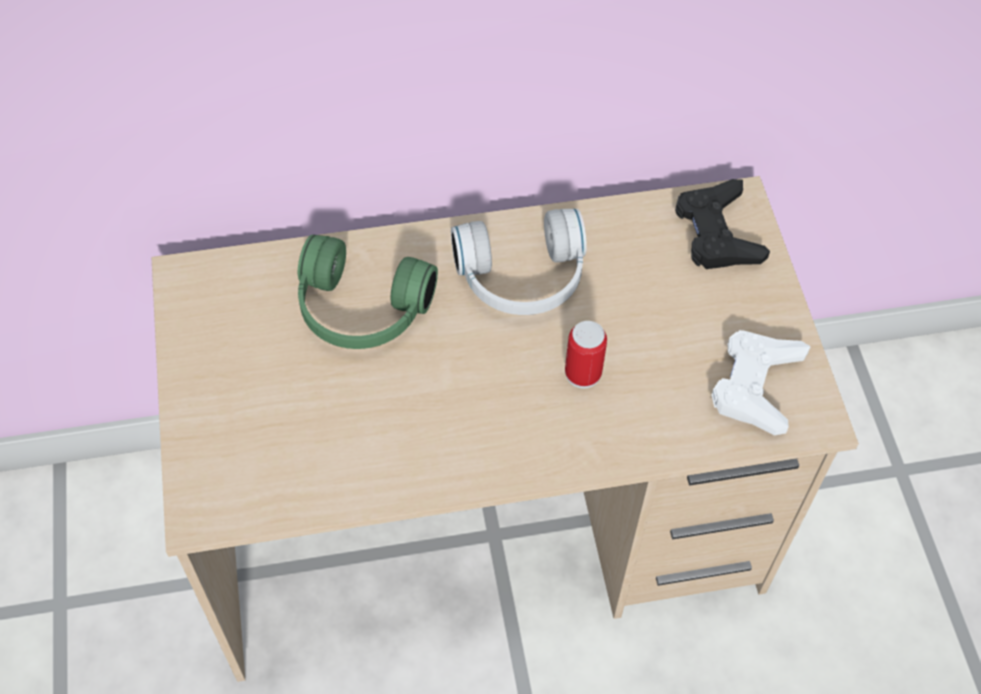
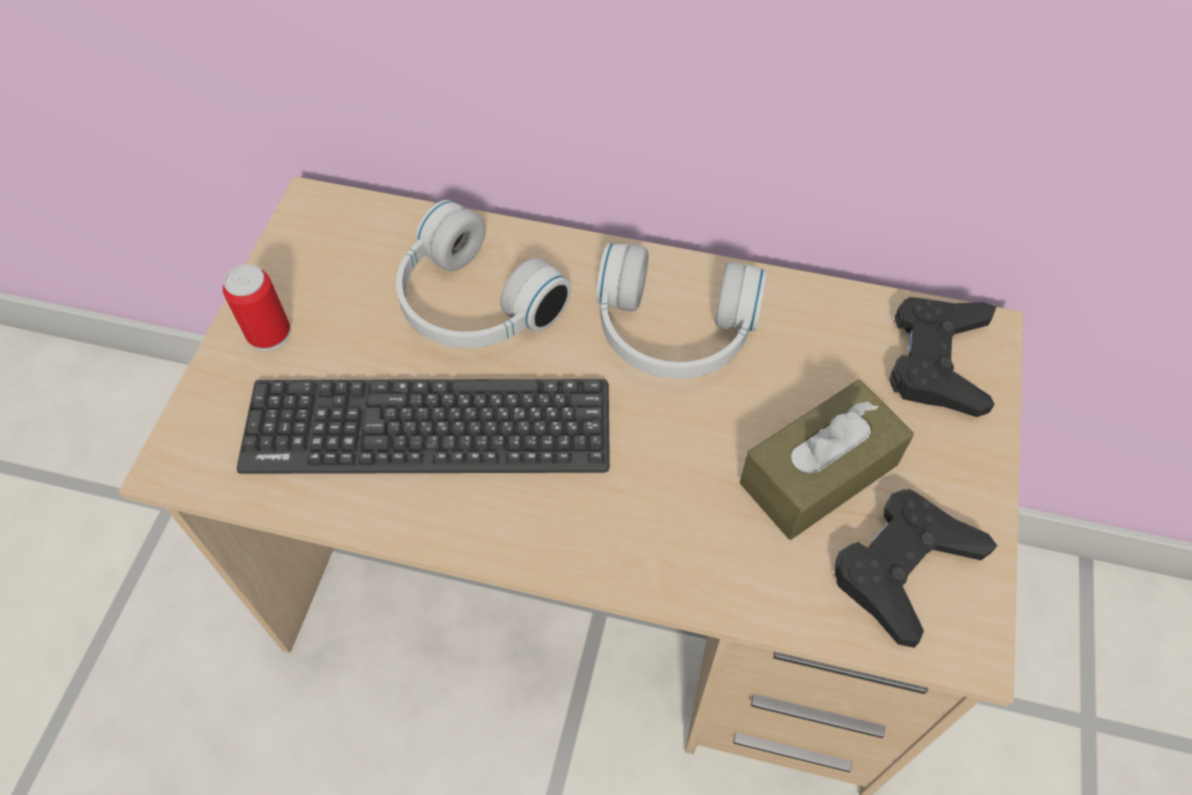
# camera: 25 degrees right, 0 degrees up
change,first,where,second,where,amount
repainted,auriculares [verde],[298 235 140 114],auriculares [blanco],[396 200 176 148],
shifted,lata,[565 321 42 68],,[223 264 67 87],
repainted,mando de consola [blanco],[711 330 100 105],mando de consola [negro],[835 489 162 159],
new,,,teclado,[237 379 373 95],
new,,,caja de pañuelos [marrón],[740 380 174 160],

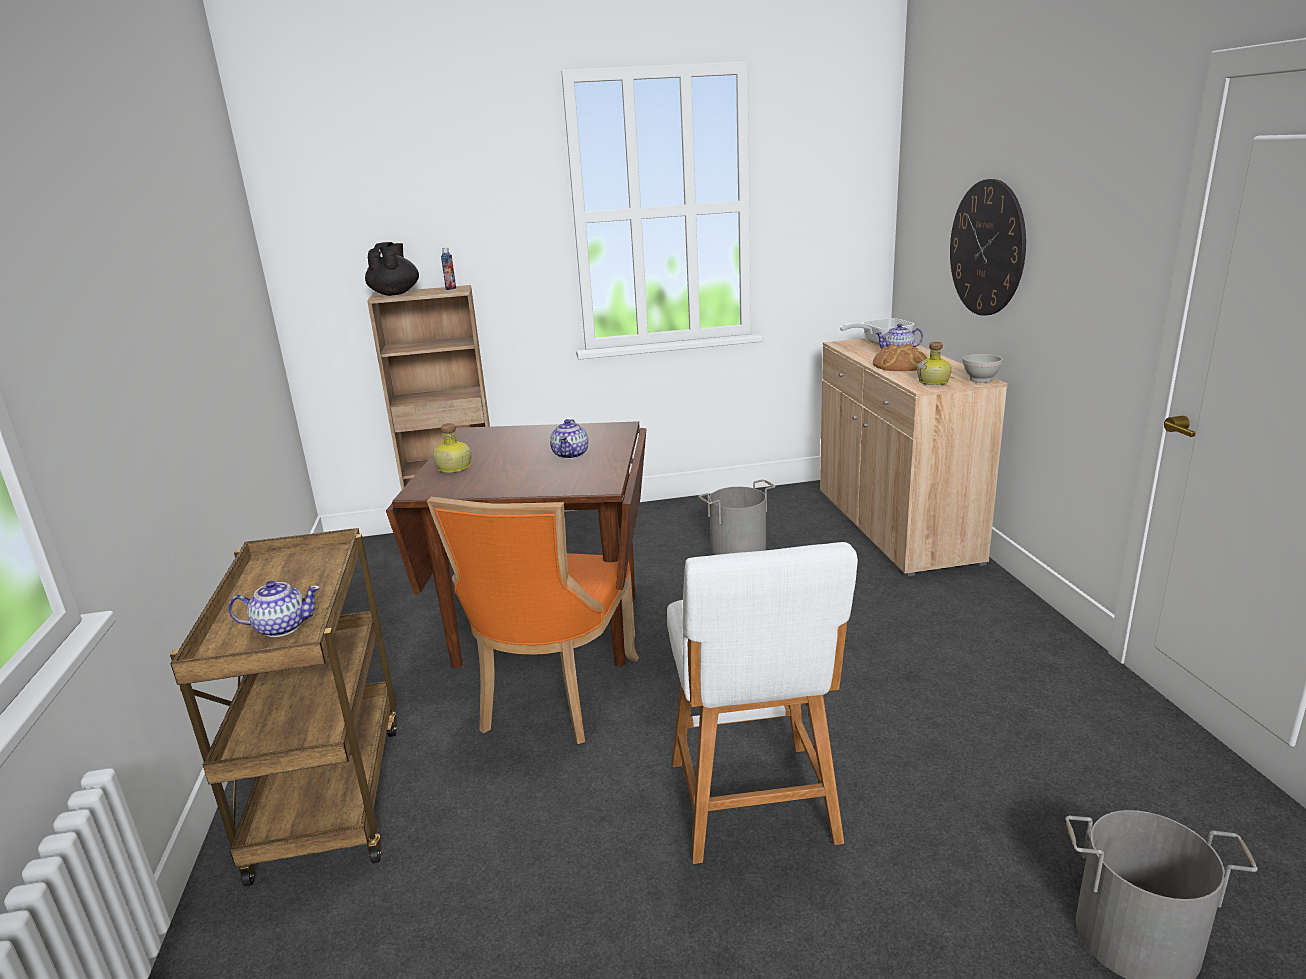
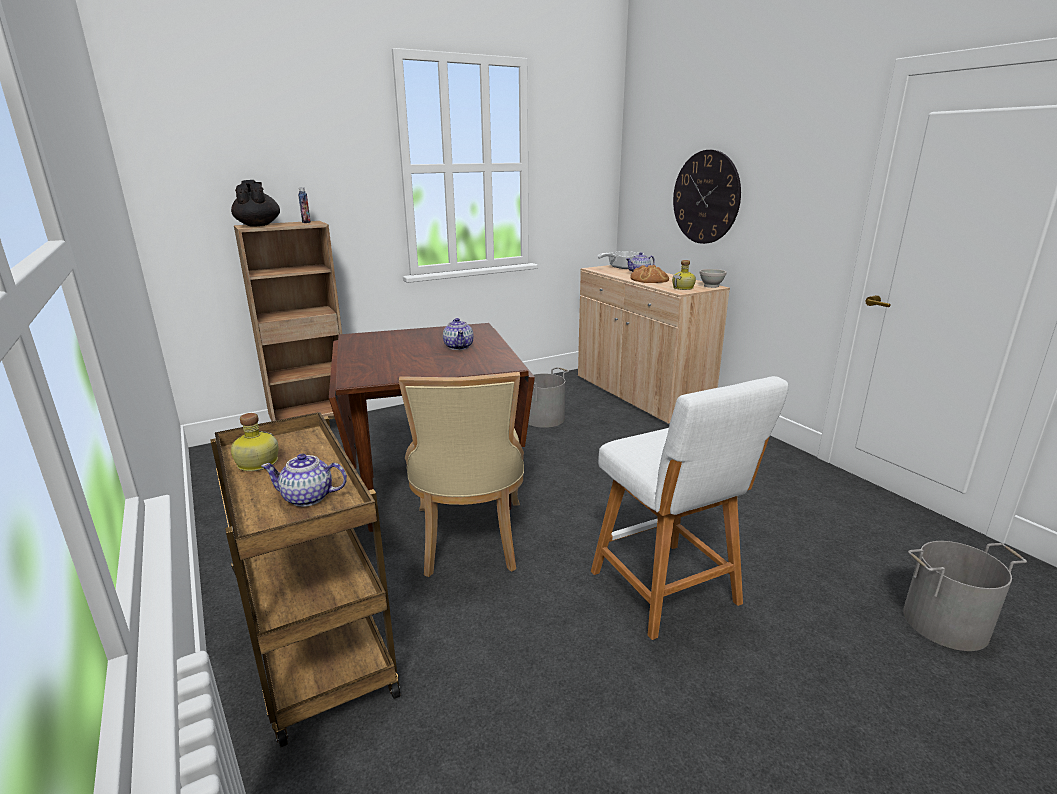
# camera: 20 degrees left, 0 degrees up
change,first,where,second,where,amount
shifted,botella,[433 423 38 50],,[231 413 47 58],
repainted,silla [naranja],[427 497 212 247],silla [beis],[399 372 125 205],
rotated,tetera,[228 581 92 56],,[261 454 86 53],150 degrees counterclockwise

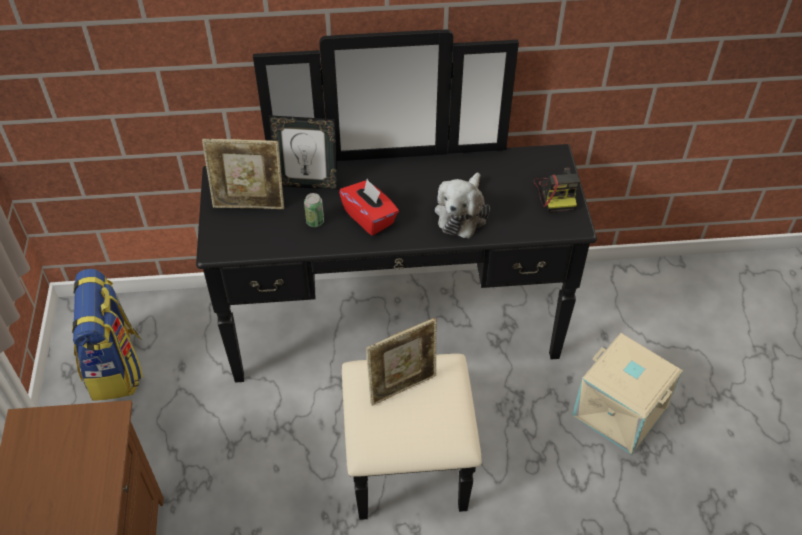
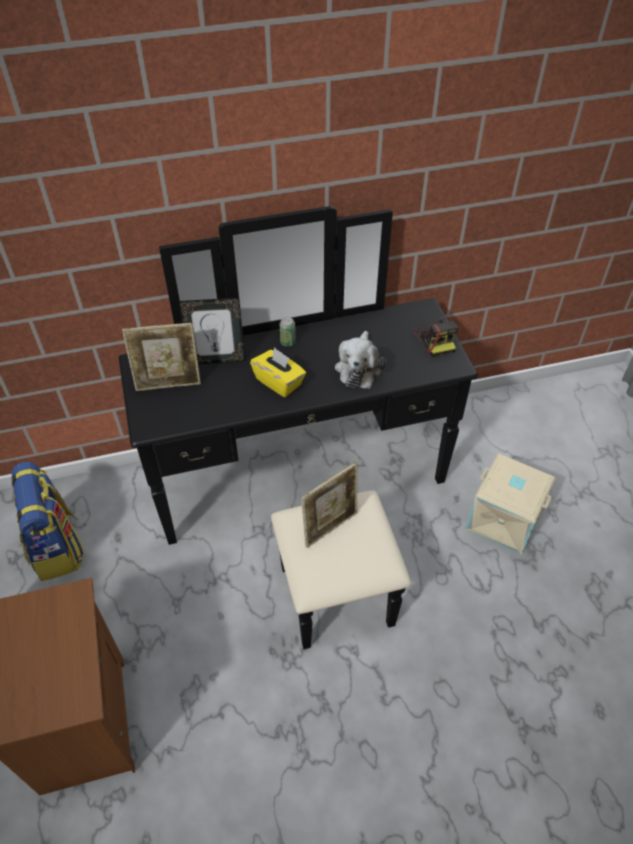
# camera: 10 degrees left, 0 degrees up
change,first,where,second,where,amount
repainted,caja de pañuelos [rojo],[339 179 60 57],caja de pañuelos [amarillo],[250 347 56 50],
shifted,lata,[304 193 20 34],,[280 317 16 30],

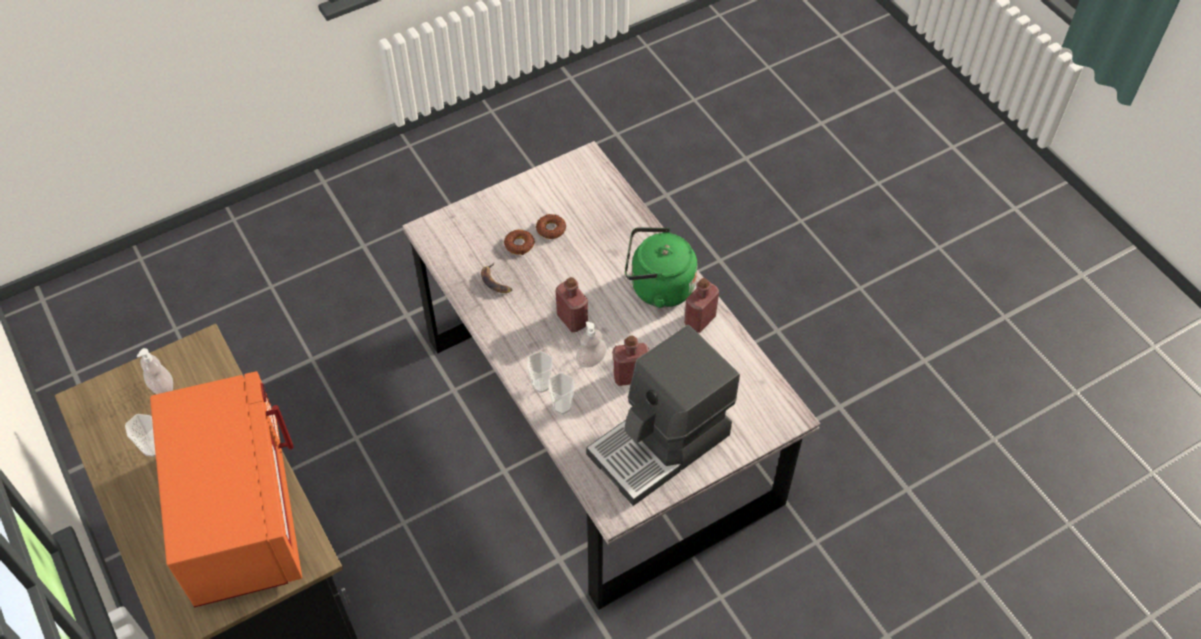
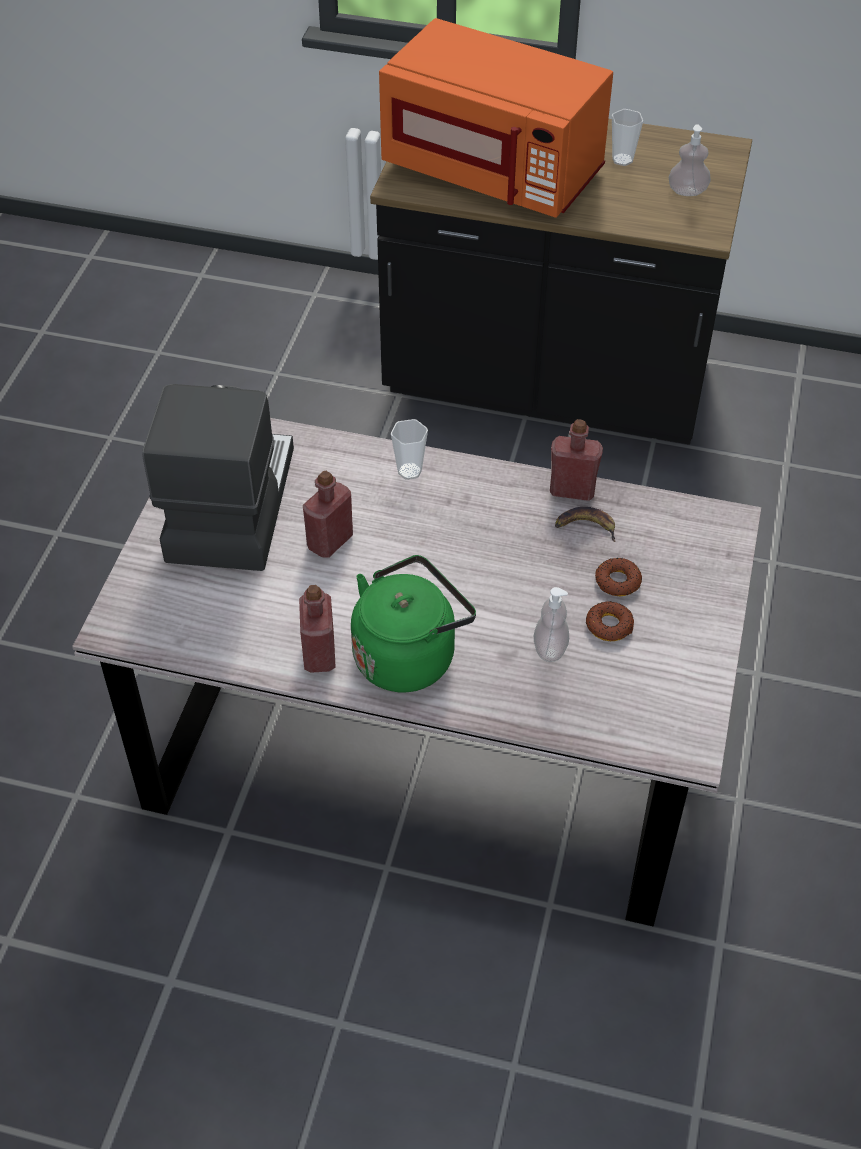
# camera: 135 degrees right, 5 degrees down
change,first,where,second,where,amount
shifted,botella [rojo],[556 277 32 55],,[550 419 53 82],
shifted,dispensador de jabón,[576 321 31 46],,[534 587 35 75],
gone,taza,[548 373 26 41],,,

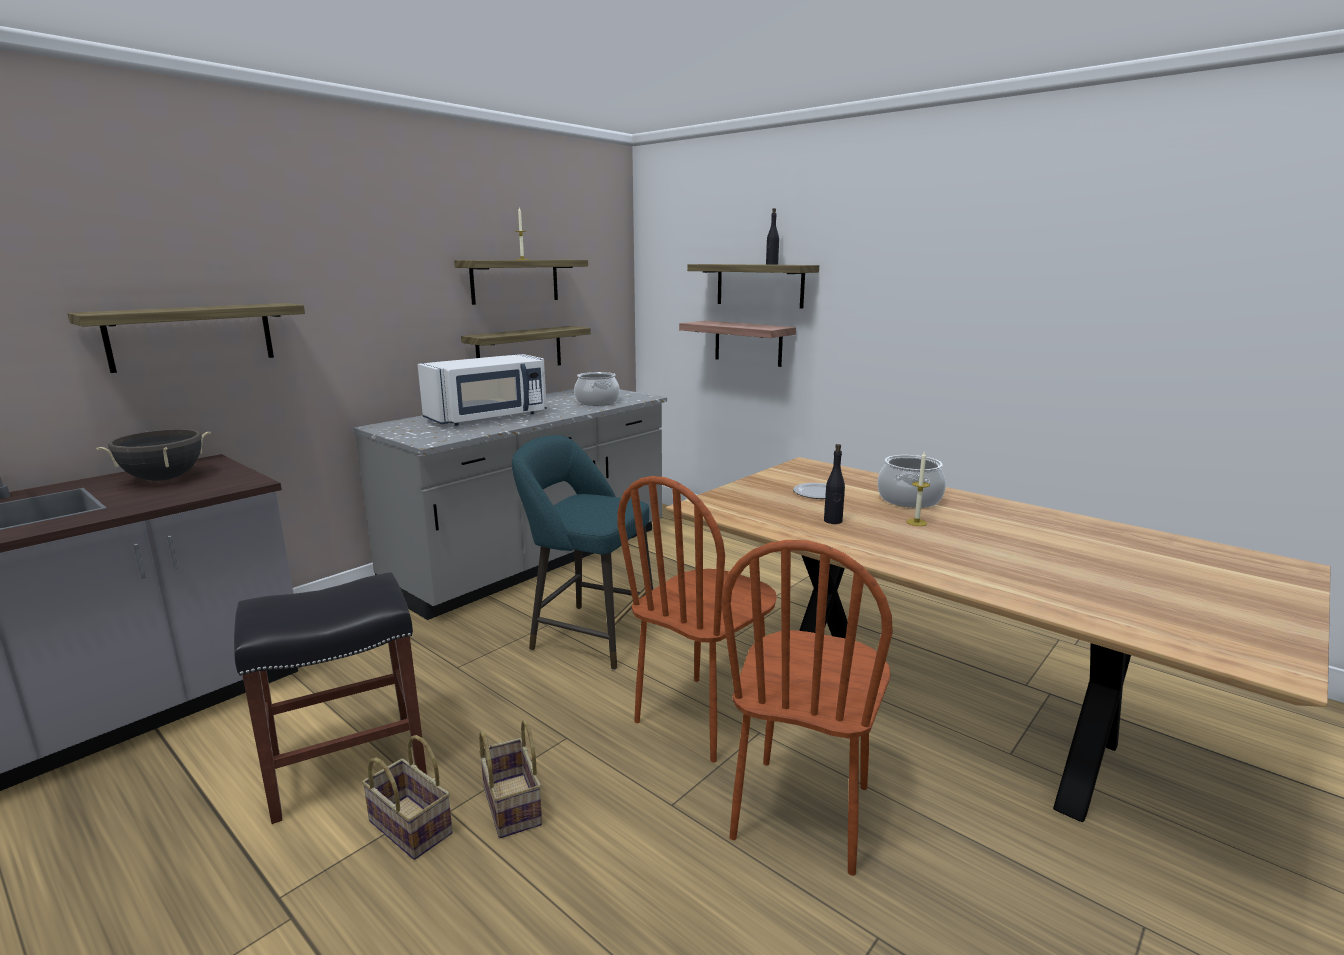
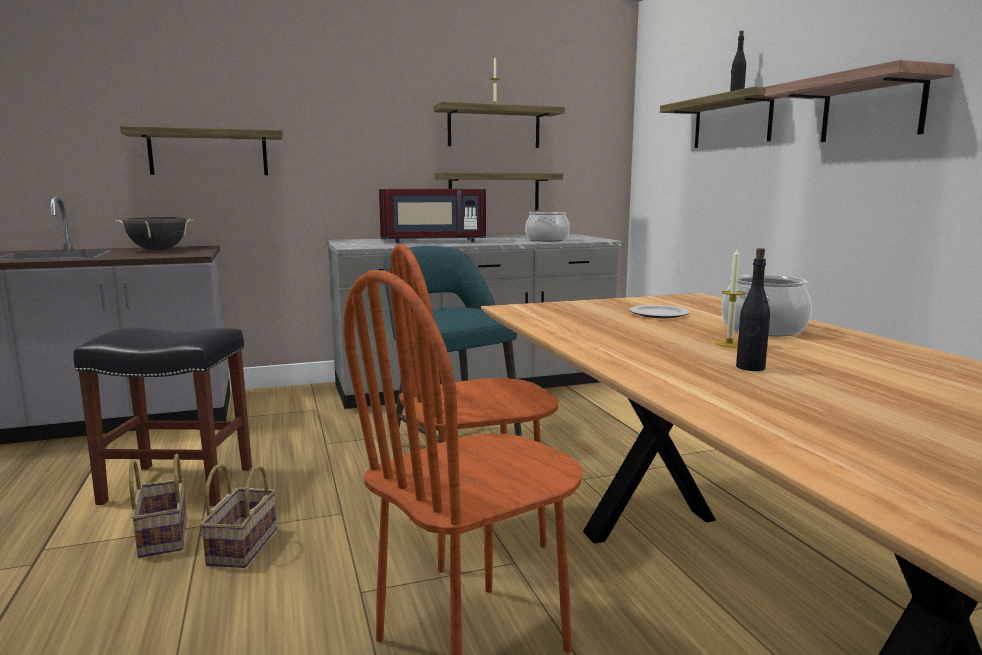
# camera: 30 degrees right, 5 degrees down
change,first,where,second,where,amount
shifted,estante,[679 320 117 47],,[765 60 190 82],
repainted,microondas [blanco],[418 354 129 72],microondas [rojo],[379 189 107 54],
shifted,botella [negro],[824 444 21 80],,[736 248 34 123],

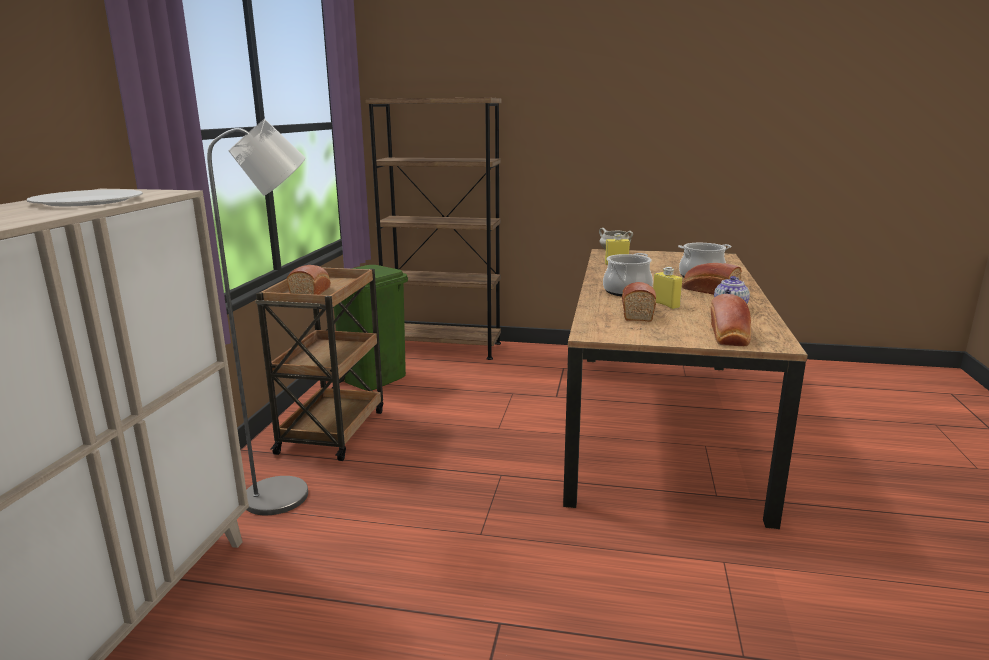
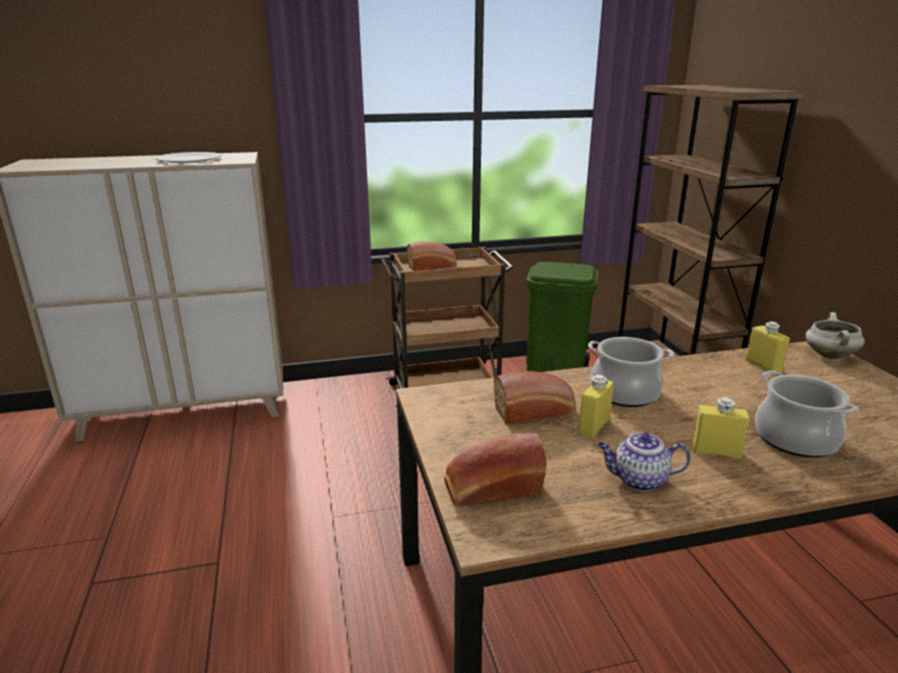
# camera: 65 degrees right, 5 degrees up
change,first,where,second,where,amount
gone,lámpara de pie [gris],[207 119 101 396],,,
swapped,pan,[682 263 60 32],botella [amarillo],[692 397 58 62],

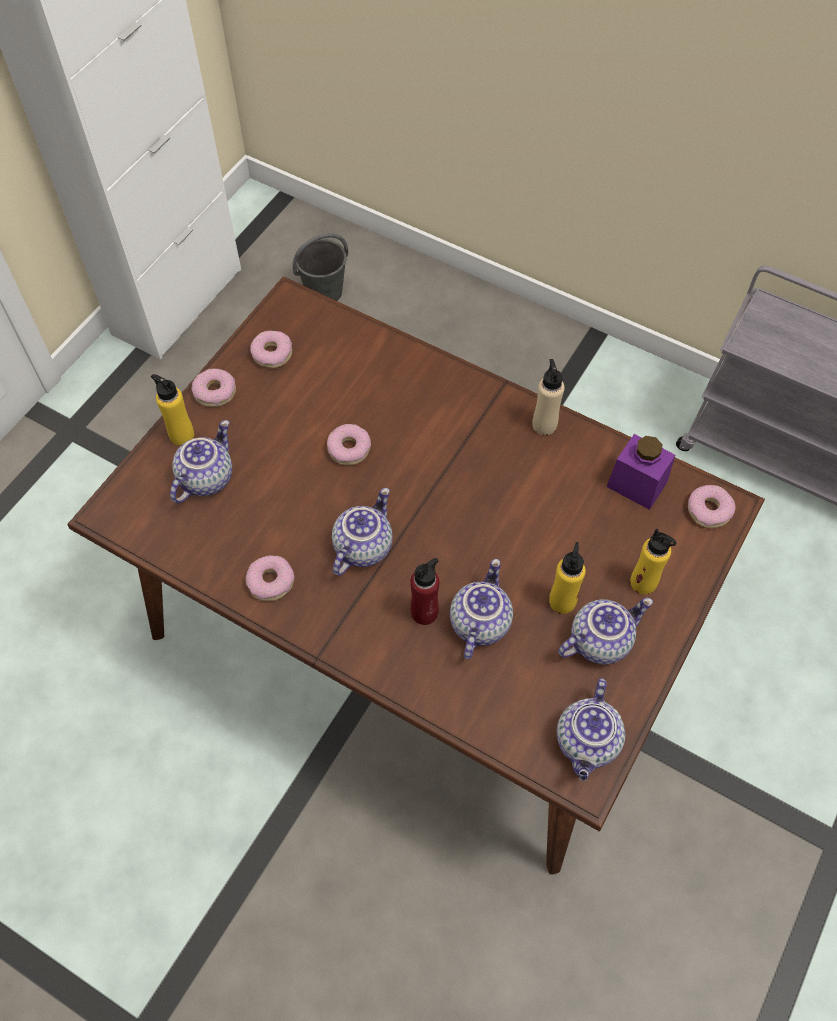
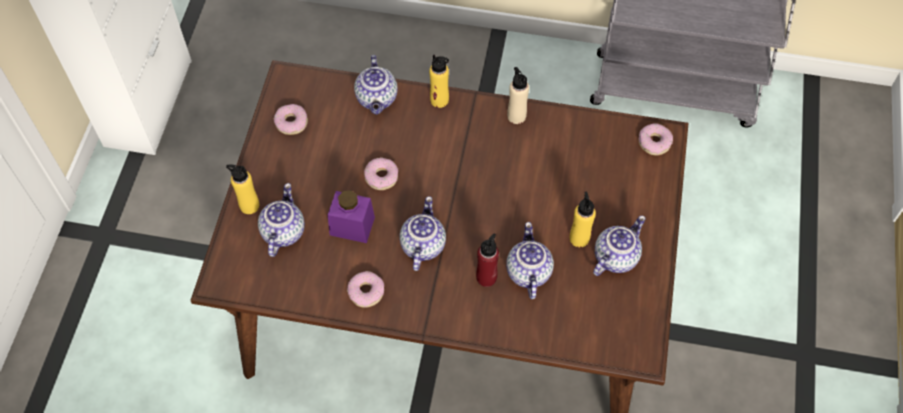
# camera: 20 degrees left, 0 degrees up
change,first,where,second,where,amount
gone,cubo [gris],[293 233 55 68],,,
gone,rosquilla,[191 369 45 38],,,
shifted,tarro [morado],[606 434 69 76],,[328 190 47 53],
shifted,botella [amarillo],[630 528 47 66],,[429 55 20 53],
shifted,tetera,[557 678 68 103],,[354 55 44 60],

